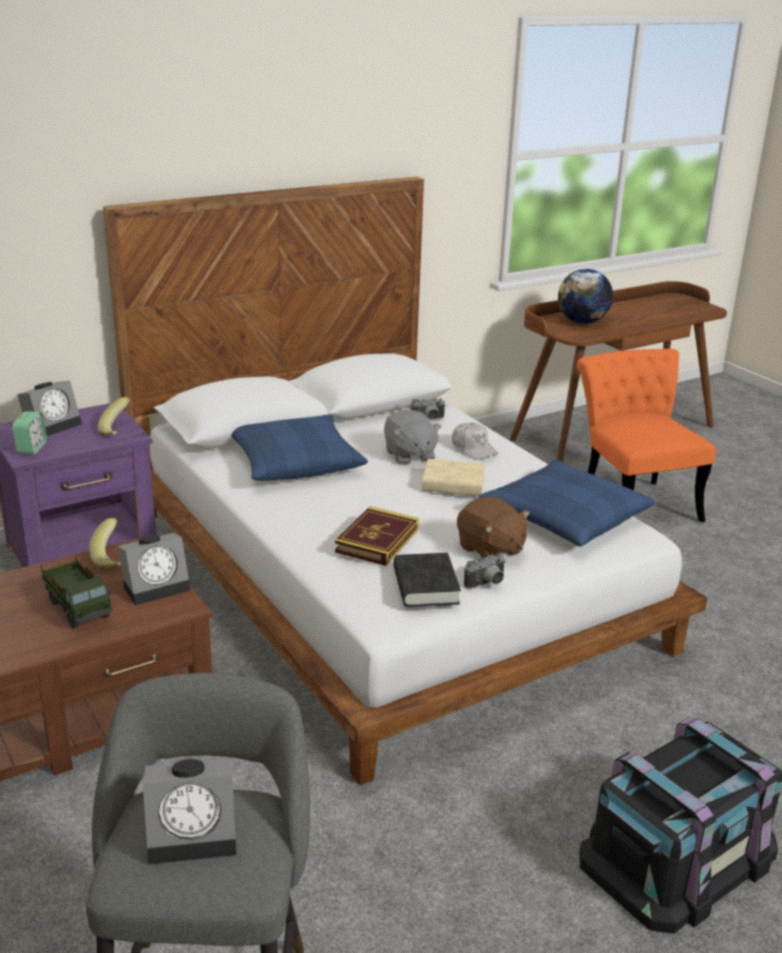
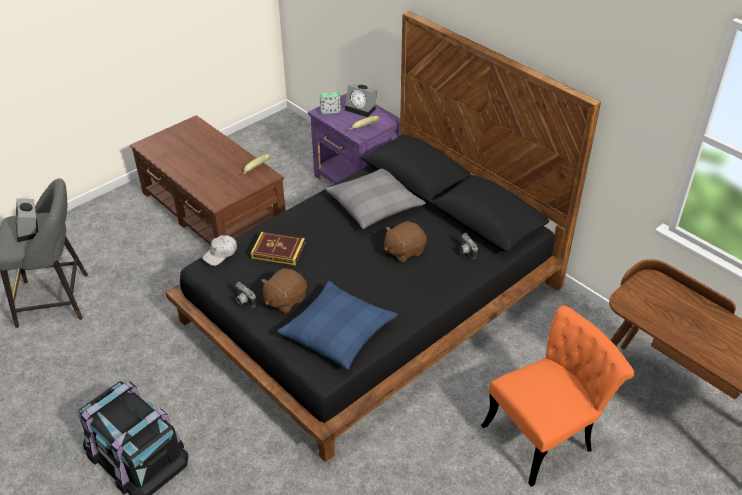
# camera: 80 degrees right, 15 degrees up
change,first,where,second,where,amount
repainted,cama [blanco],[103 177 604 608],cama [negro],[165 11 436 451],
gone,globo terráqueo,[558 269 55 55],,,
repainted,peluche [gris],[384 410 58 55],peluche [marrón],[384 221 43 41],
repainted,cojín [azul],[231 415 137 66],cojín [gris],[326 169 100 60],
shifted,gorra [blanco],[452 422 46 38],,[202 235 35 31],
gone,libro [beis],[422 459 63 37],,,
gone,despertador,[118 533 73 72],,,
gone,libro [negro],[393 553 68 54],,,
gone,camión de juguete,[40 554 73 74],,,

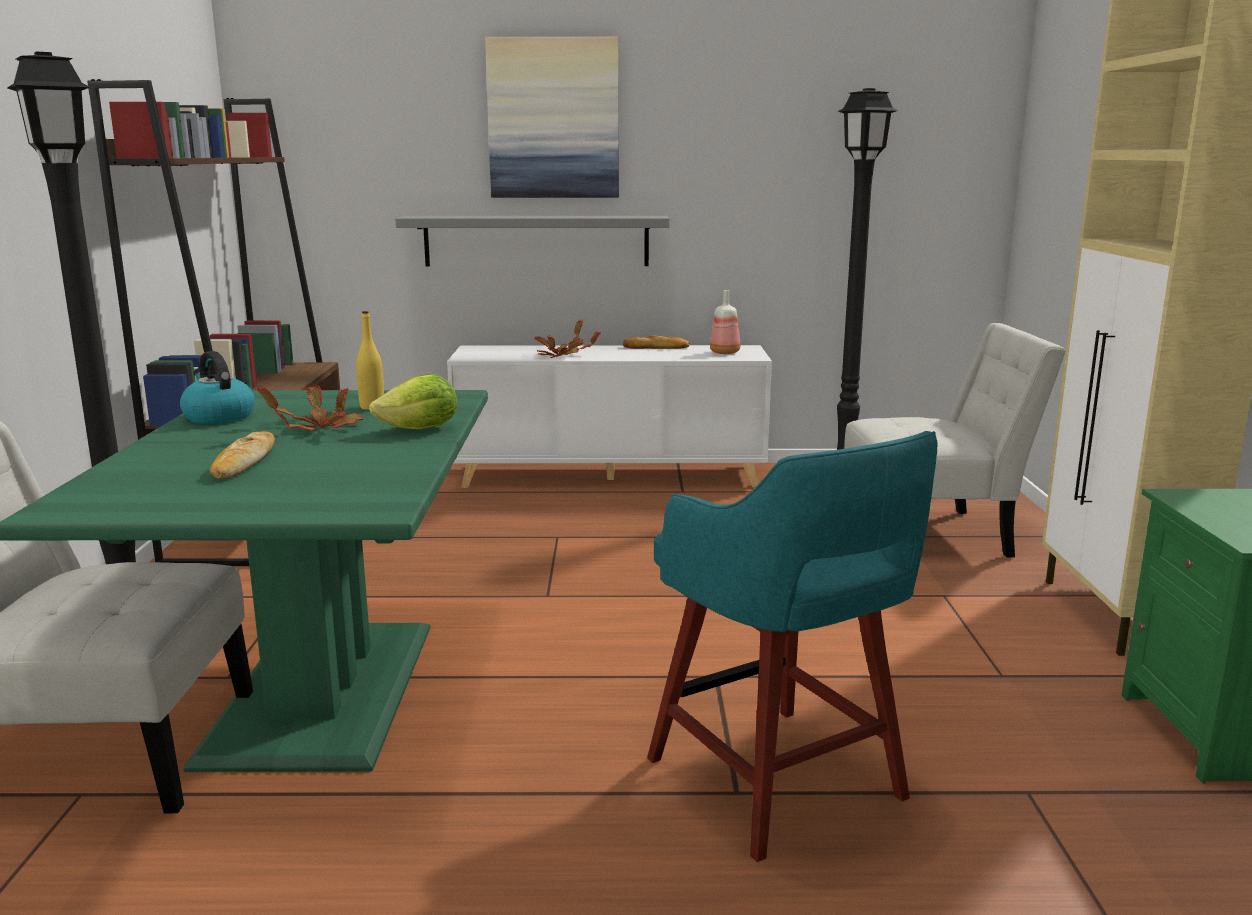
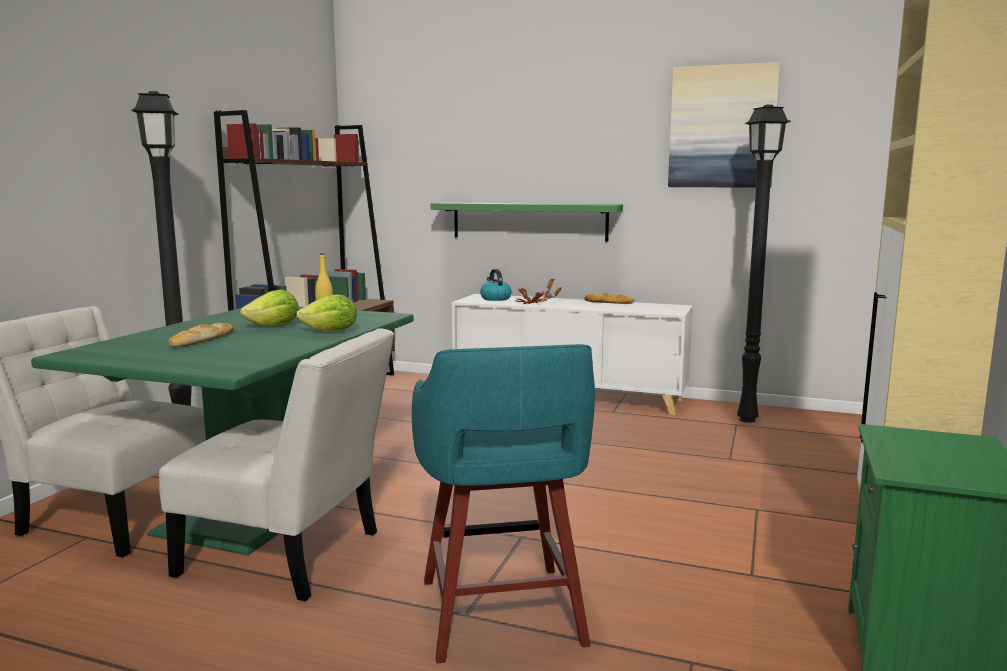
# camera: 20 degrees right, 5 degrees down
change,first,where,second,where,amount
shifted,cuadro,[485 37 134 161],,[668 62 112 126],
repainted,estante [gris],[395 216 274 50],estante [verde],[431 202 192 40],
gone,botella,[710 290 30 64],,,
shifted,silla [blanco],[844 323 222 235],,[159 328 235 273],
shifted,hervidor,[180 351 75 73],,[480 269 32 32],
swapped,planta en maceta,[256 384 107 47],lechuga,[240 290 59 36],

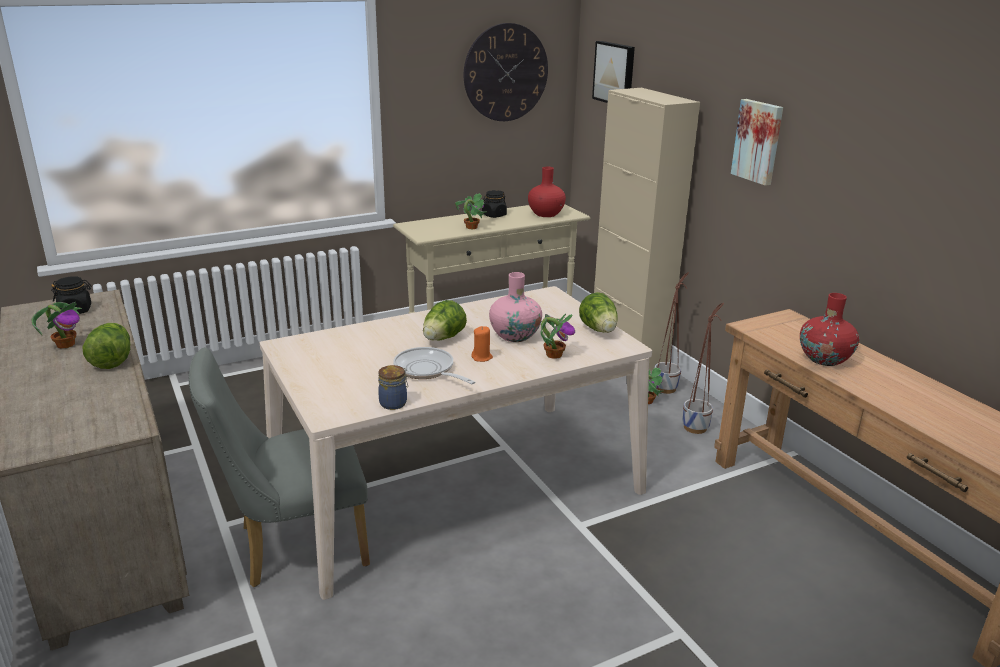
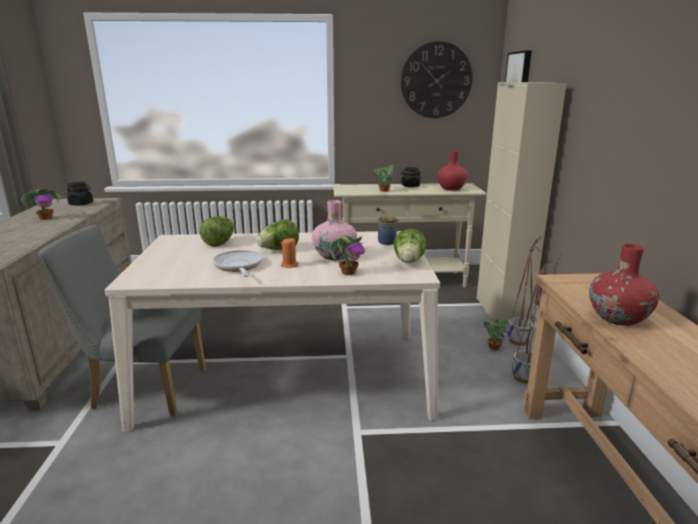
# camera: 25 degrees right, 5 degrees down
change,first,where,second,where,amount
gone,cuadro,[731 99 52 87],,,
shifted,lechuga,[82 323 48 46],,[200 216 34 31],
shifted,tarro,[378 365 30 45],,[378 216 21 29],

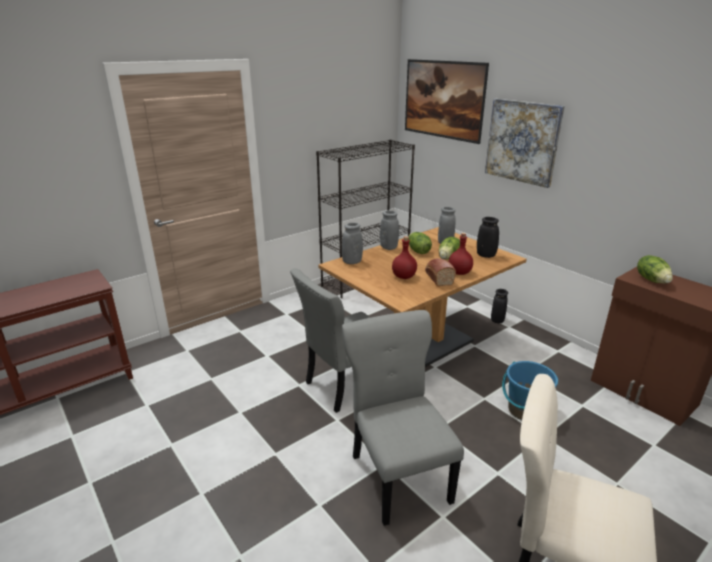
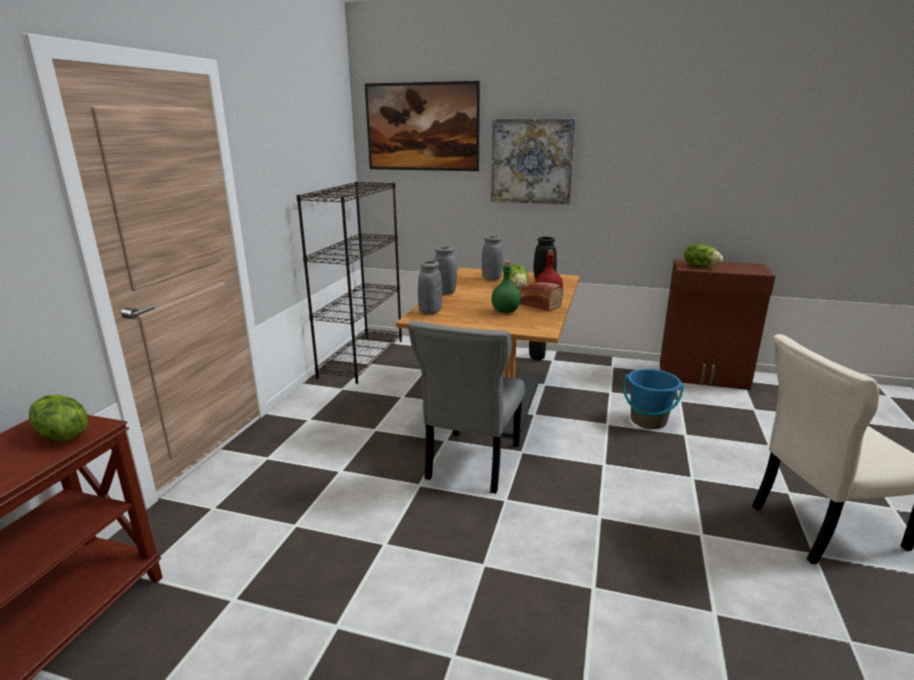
# camera: 35 degrees left, 5 degrees down
change,first,where,second,where,amount
shifted,lechuga,[408 232 24 22],,[29 395 59 47],
repainted,botella [rojo],[392 236 25 43],botella [verde],[491 261 30 52],
gone,silla [gris],[342 310 122 216],,,

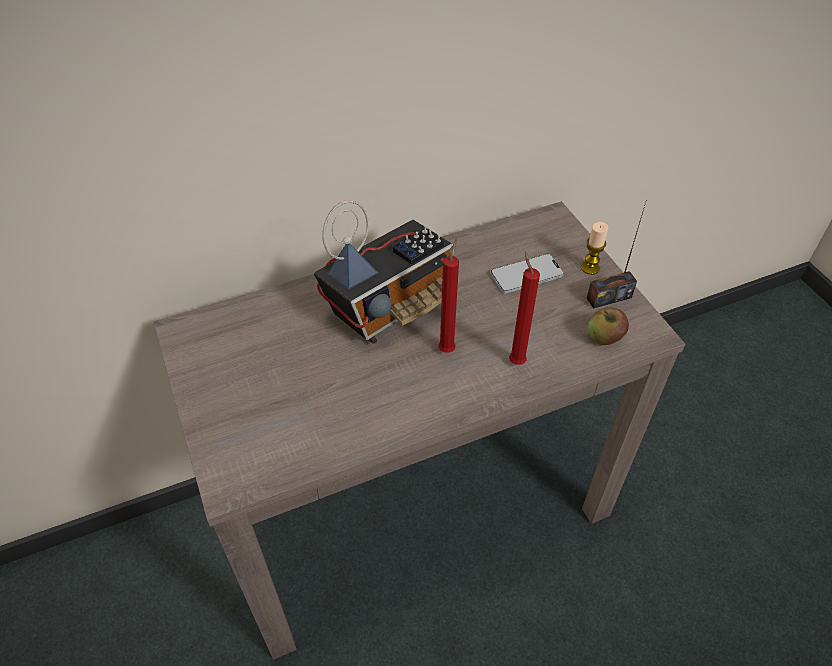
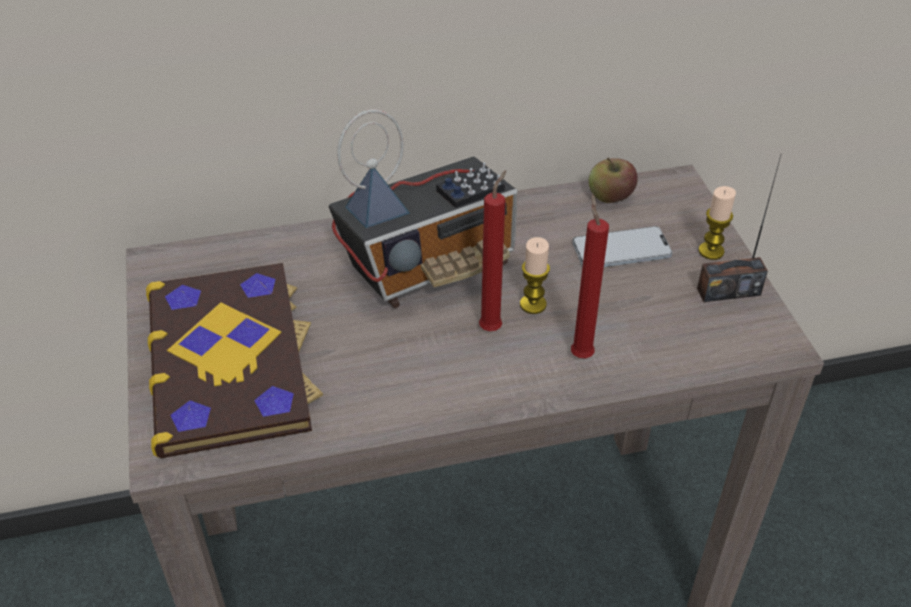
# camera: 10 degrees right, 5 degrees down
change,first,where,second,where,amount
shifted,manzana,[587 307 42 38],,[589 157 49 46],
new,,,vela,[520 237 30 77],
new,,,libro,[146 263 177 195],

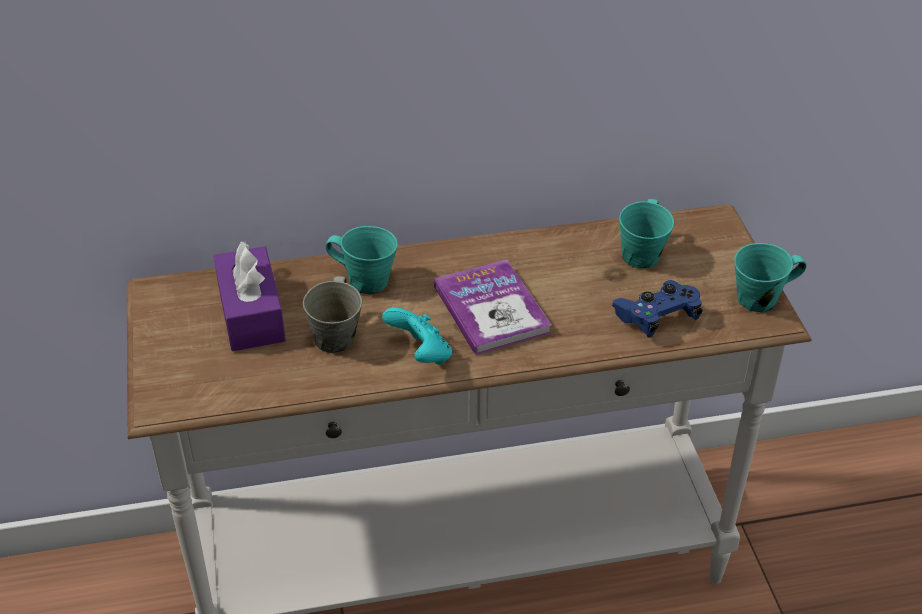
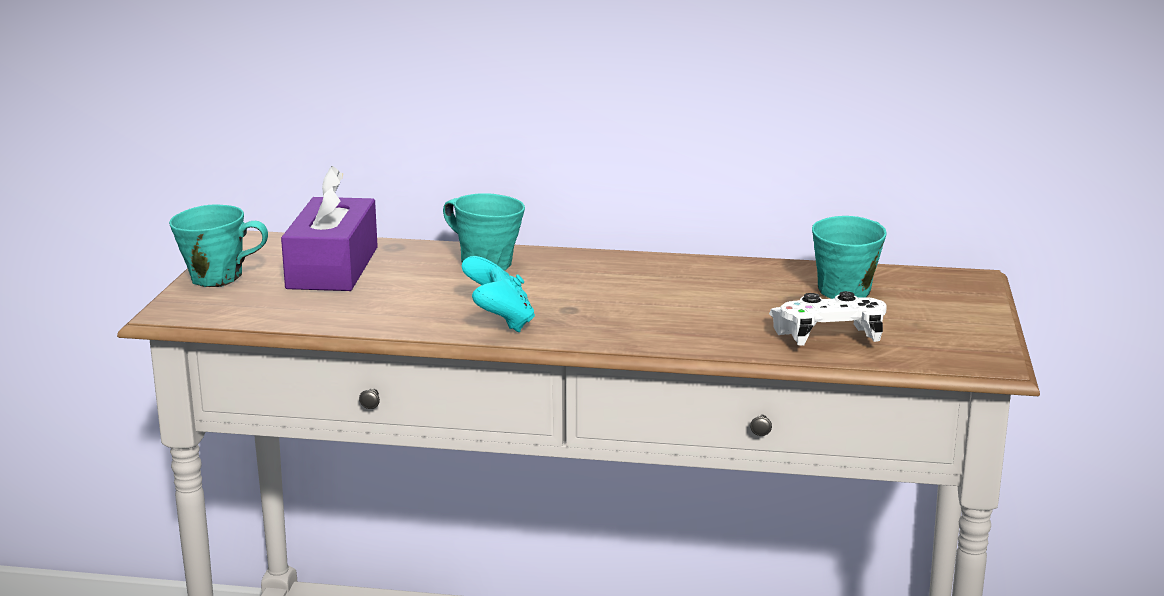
# camera: 20 degrees right, 20 degrees down
change,first,where,second,where,amount
shifted,taza grande [turquesa],[734 243 73 69],,[169 205 99 82],
gone,libro,[434 259 117 96],,,
gone,taza grande [gris],[303 276 59 77],,,
repainted,mando de consola [azul],[612 280 91 58],mando de consola [blanco],[769 291 118 55],

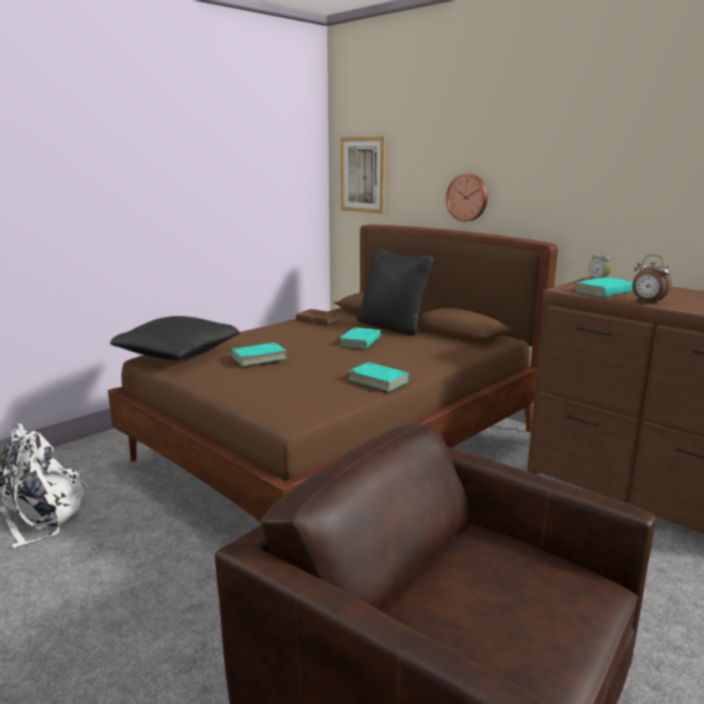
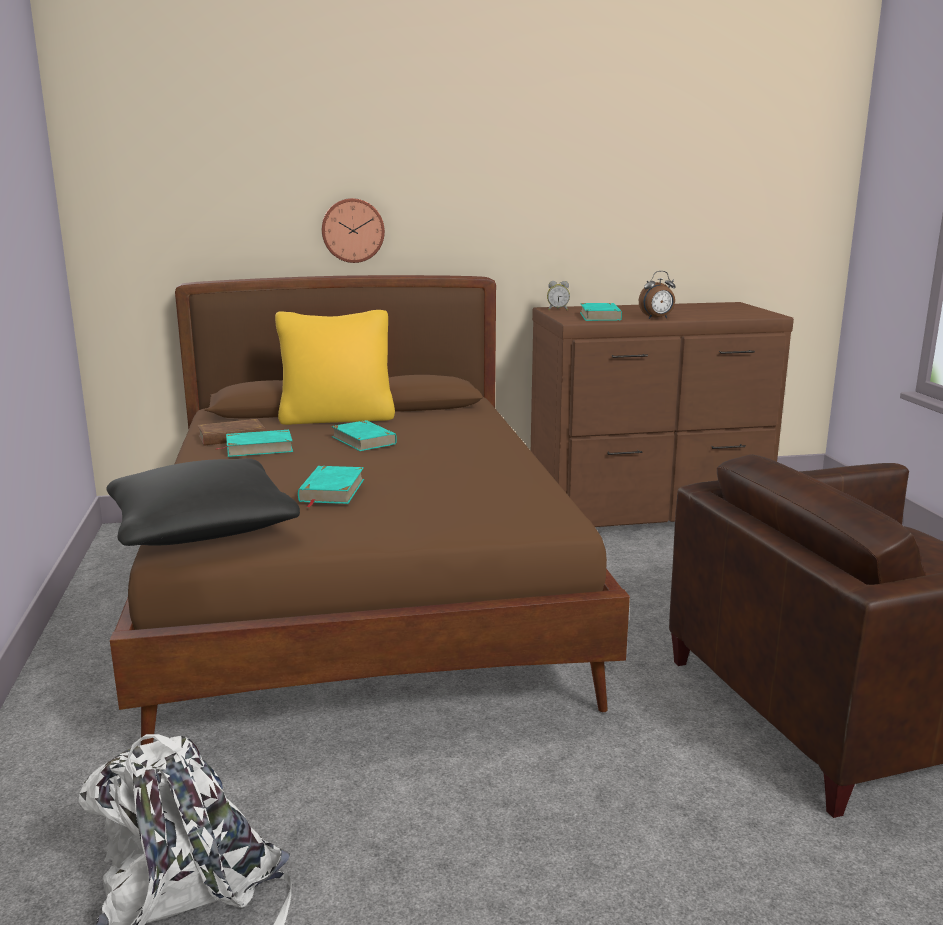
# camera: 55 degrees left, 0 degrees up
change,first,where,second,where,amount
gone,cuadro,[340 136 46 78],,,
repainted,cojín [negro],[357 248 77 88],cojín [amarillo],[275 310 120 115],
shifted,libro [turquesa],[348 362 62 29],,[216 430 77 27],

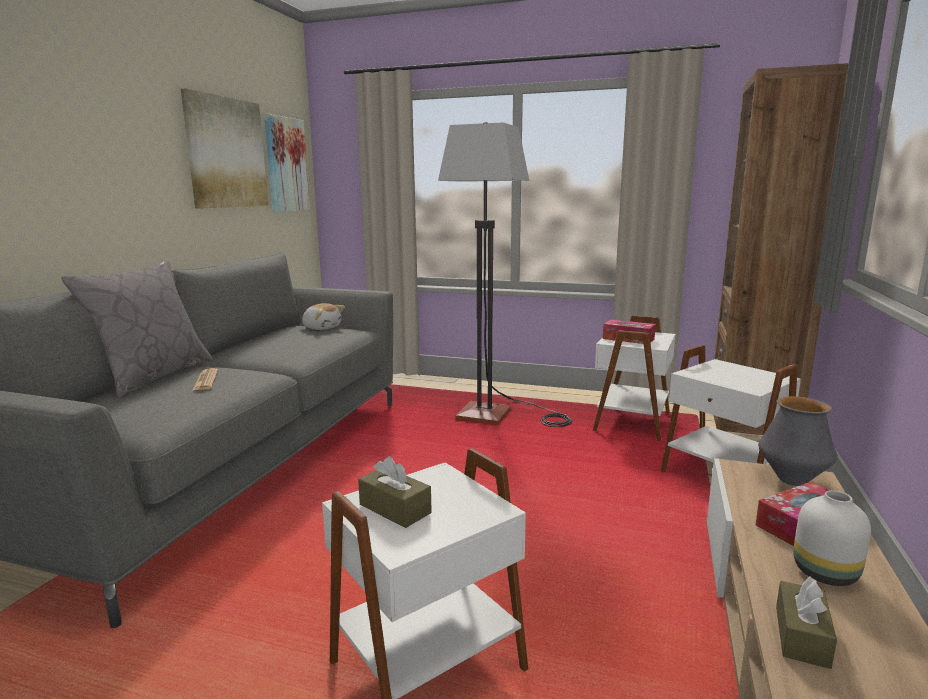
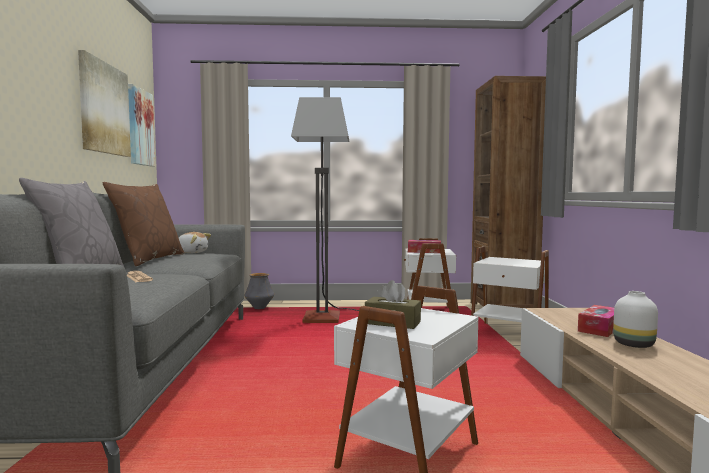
# camera: 20 degrees left, 10 degrees down
change,first,where,second,where,amount
shifted,florero,[758 396 80 90],,[245 273 29 36],
gone,caja de pañuelos [marrón],[776 576 61 93],,,
new,,,cojín [marrón],[103 182 81 84],

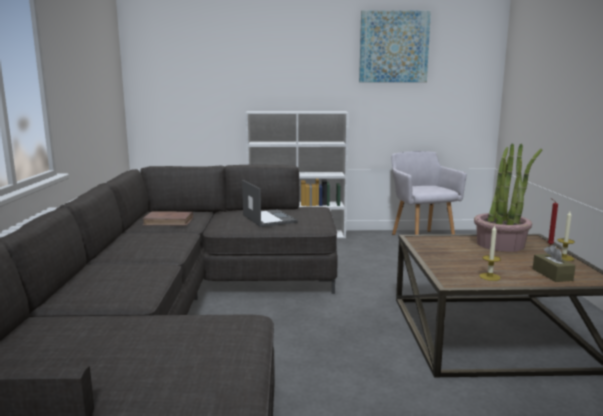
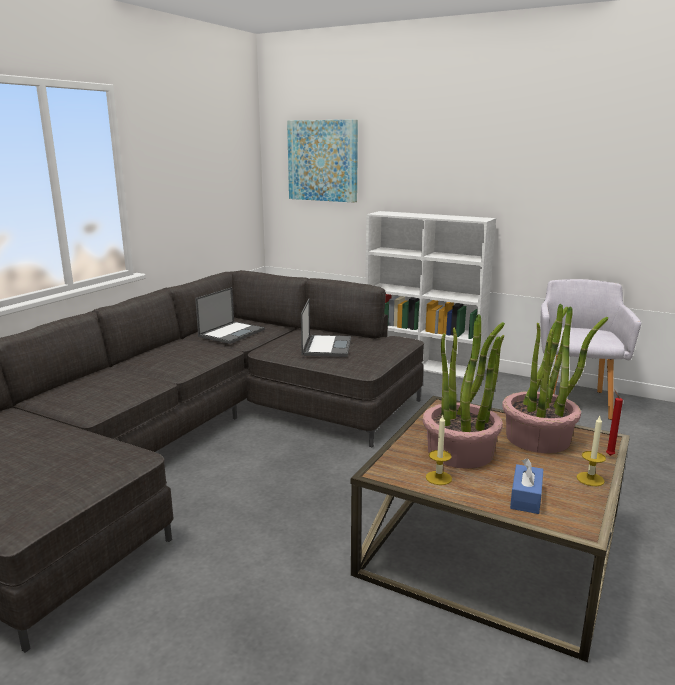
# camera: 30 degrees right, 5 degrees up
change,first,where,second,where,amount
shifted,cuadro,[359 10 72 72],,[287 119 71 84],
swapped,libro [marrón],[142 211 51 15],portátil,[195 287 70 57],
repainted,caja de pañuelos [marrón],[533 245 43 37],caja de pañuelos [azul],[510 458 33 56],
new,,,planta en maceta,[423 314 82 155],

